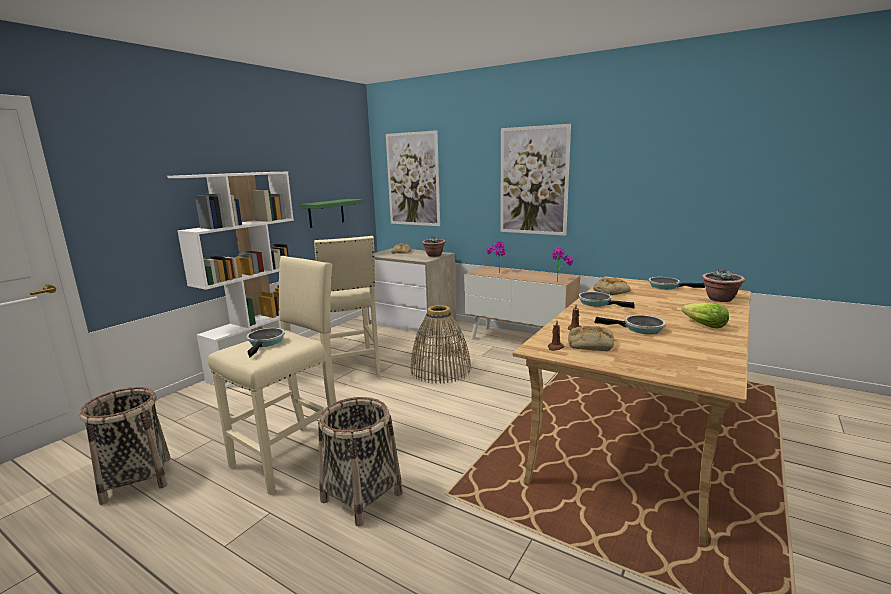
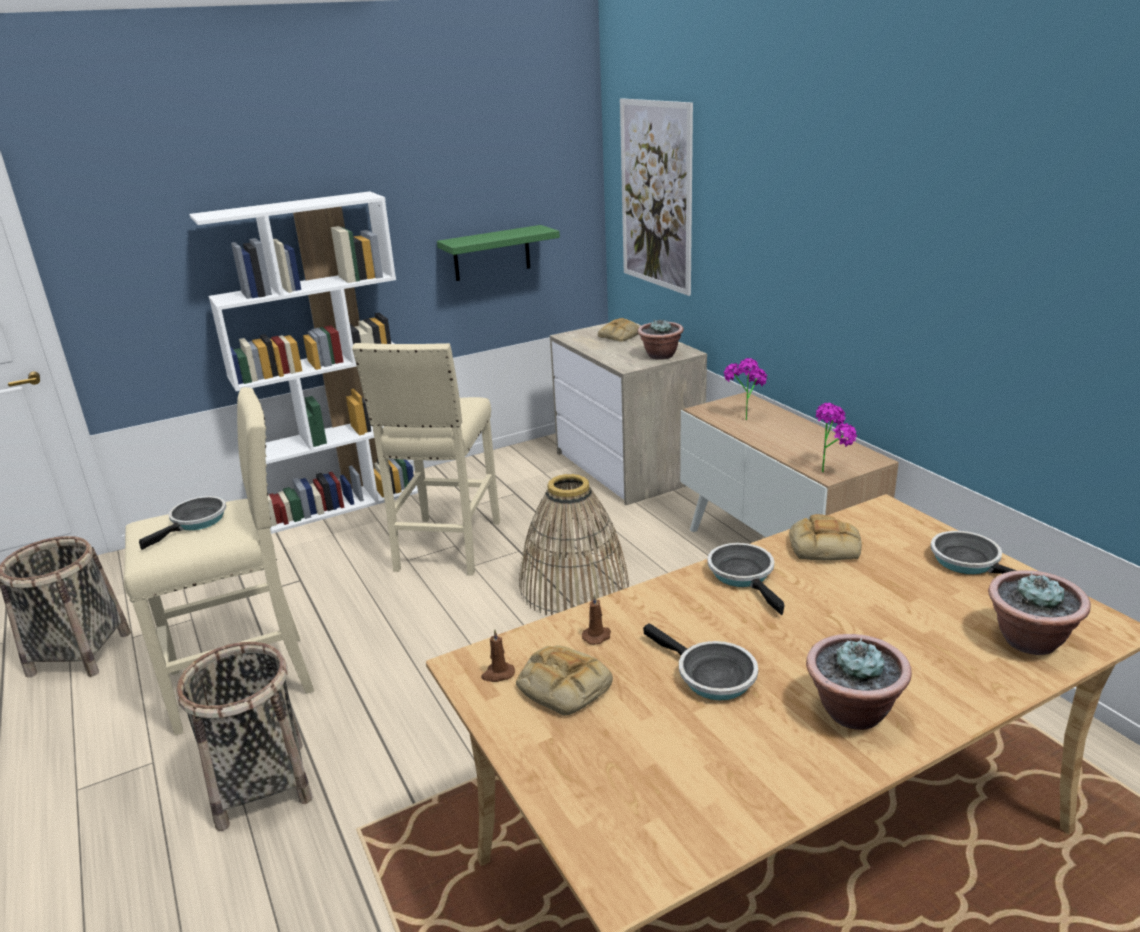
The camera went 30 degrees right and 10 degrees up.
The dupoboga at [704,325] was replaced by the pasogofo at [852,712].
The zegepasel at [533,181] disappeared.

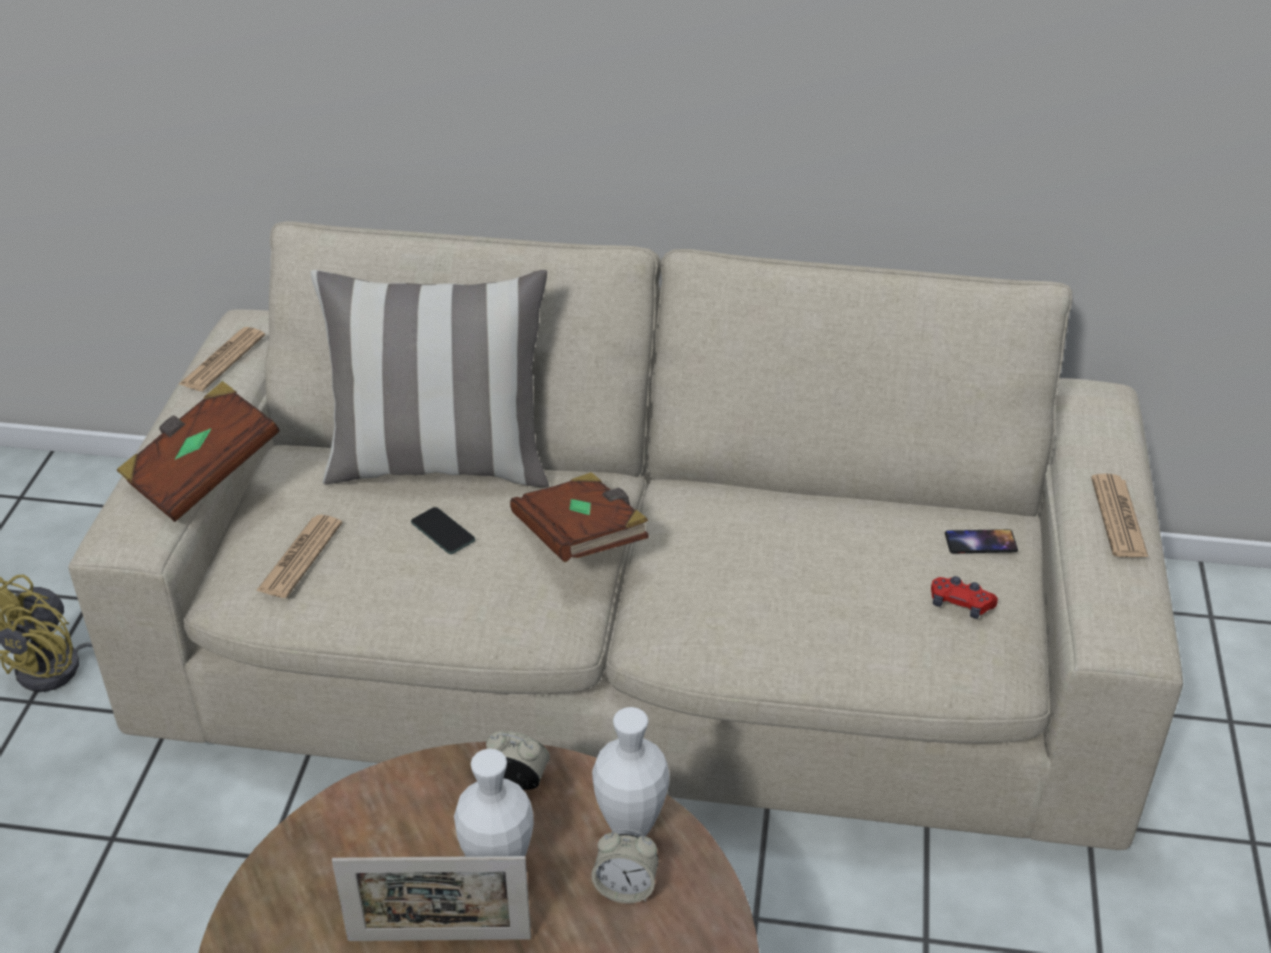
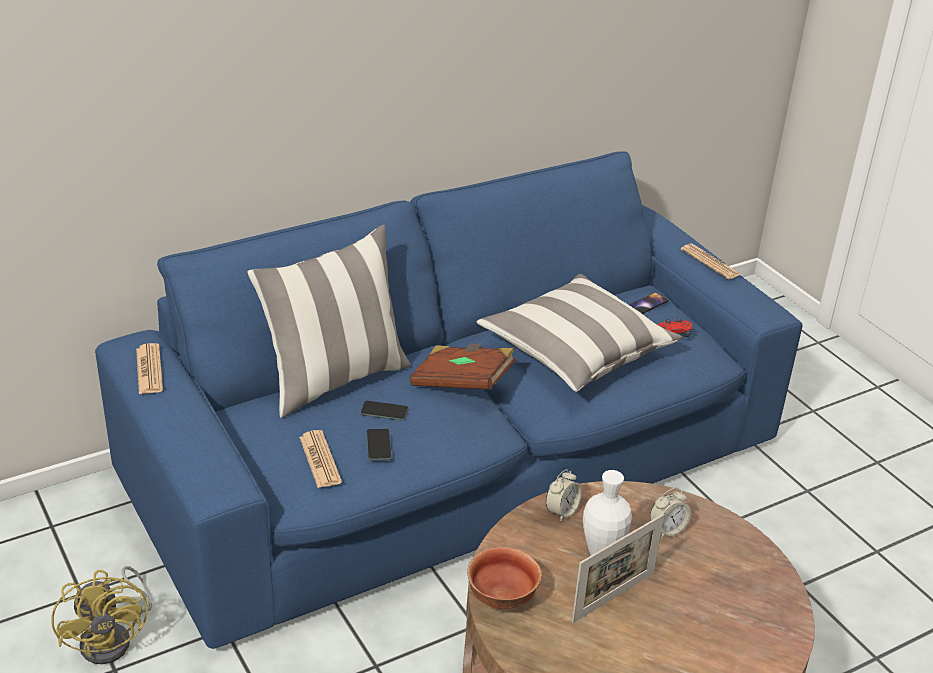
The camera went 40 degrees left and 5 degrees down.
The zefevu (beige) at [636,653] became the zefevu (blue) at [458,462].
The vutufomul at [378,445] appeared.
The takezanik at [501,596] appeared.
The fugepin at [576,352] appeared.
The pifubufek at [518,781] turned 150 degrees clockwise.
The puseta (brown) at [203,474] disappeared.
The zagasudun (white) at [630,827] disappeared.

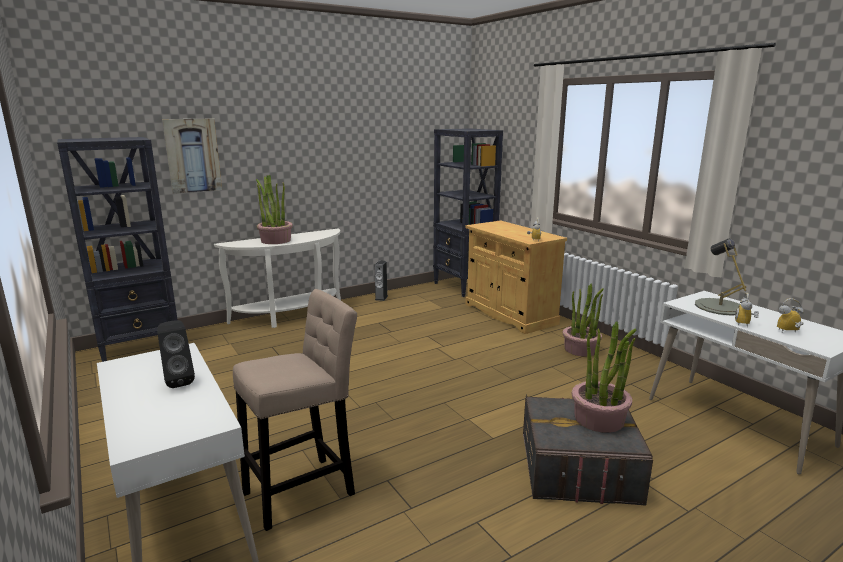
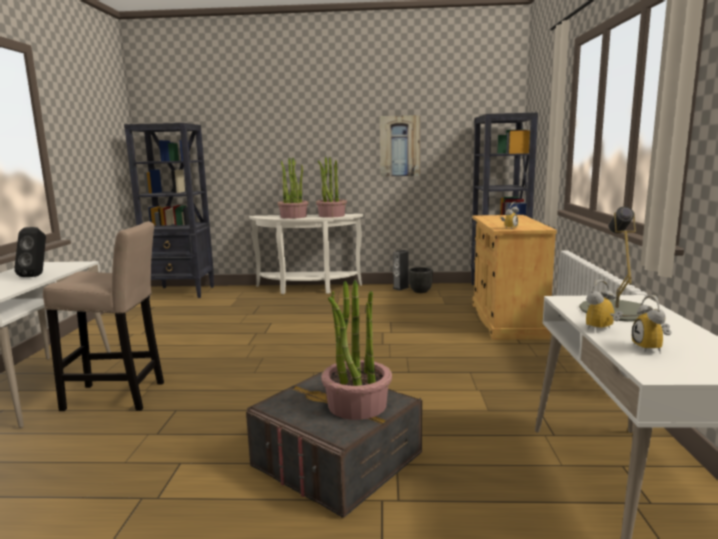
The camera went 35 degrees right and 5 degrees down.
The pasogofo moved from [580,349] to [331,215].
The zegepasel moved from [192,155] to [399,146].
The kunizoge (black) at [420,291] appeared.
The pifubufek at [788,332] turned 120 degrees counterclockwise.

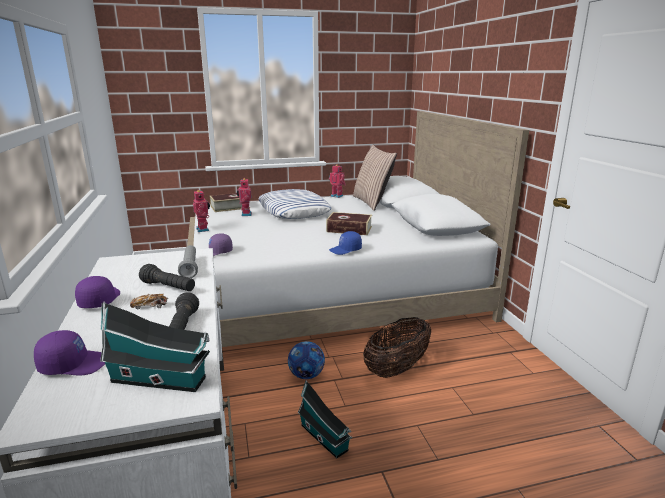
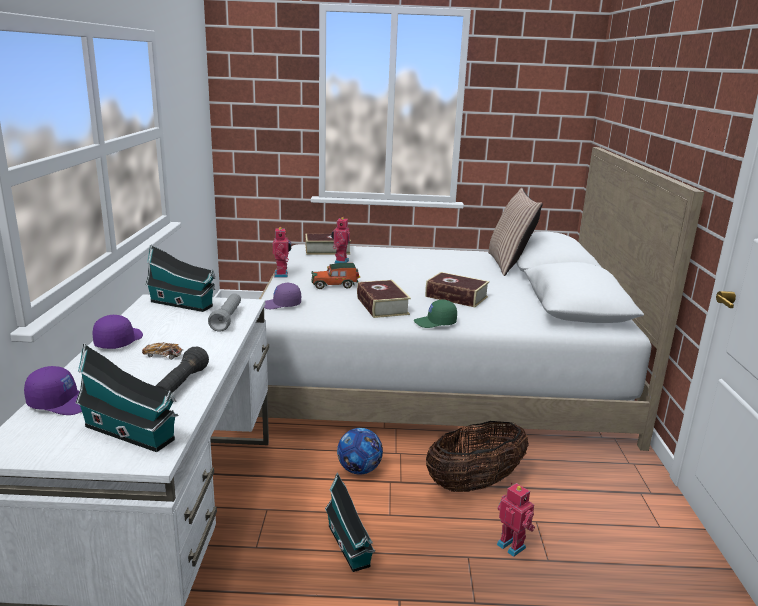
The camera went 15 degrees right and 0 degrees up.
The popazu at [183,304] appeared.
The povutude at [335,285] appeared.
The puseta at [382,306] appeared.
The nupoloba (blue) at [345,250] became the nupoloba (green) at [435,323].
The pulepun moved from [337,196] to [512,545].
The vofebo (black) at [169,287] disappeared.
The fugepin at [294,210] disappeared.

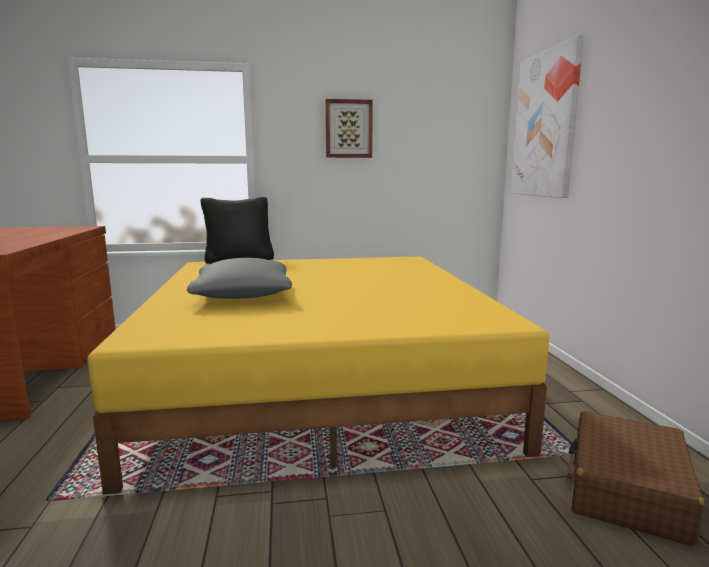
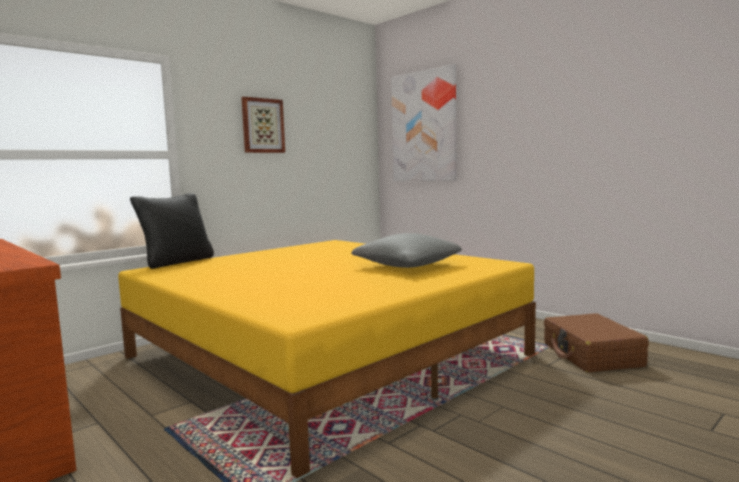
The camera went 35 degrees left and 5 degrees down.
The fugepin (grey) moved from [243,295] to [407,265].

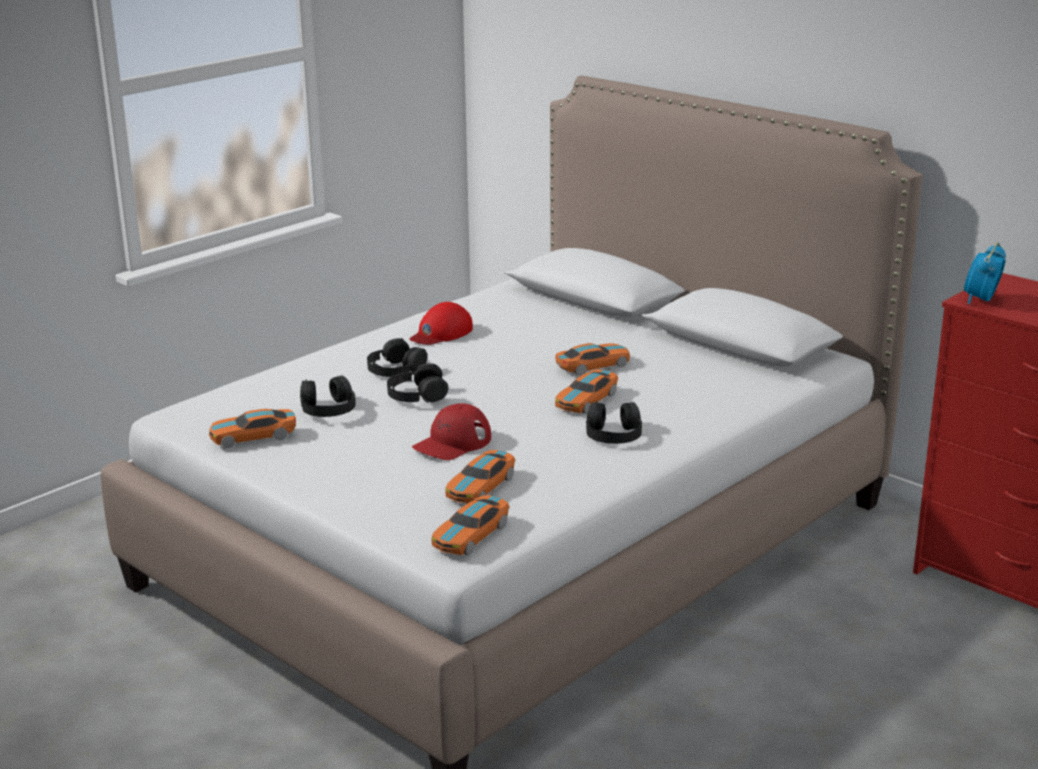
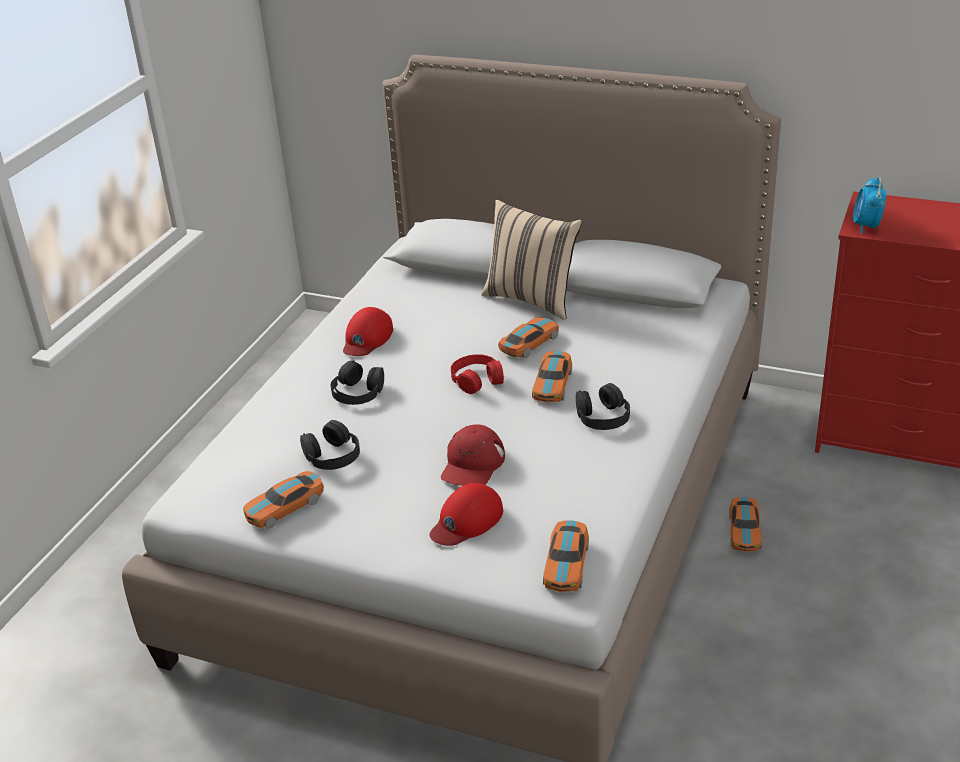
The camera went 20 degrees left and 10 degrees up.
The nupoloba (red) at [466,521] appeared.
The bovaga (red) at [477,380] appeared.
The fugepin (beige) at [532,299] appeared.
The povutude moved from [480,487] to [744,531].
The bovaga (black) at [416,394] disappeared.

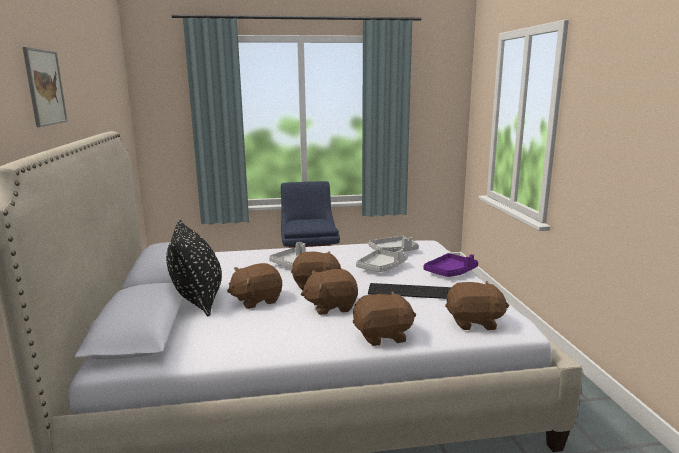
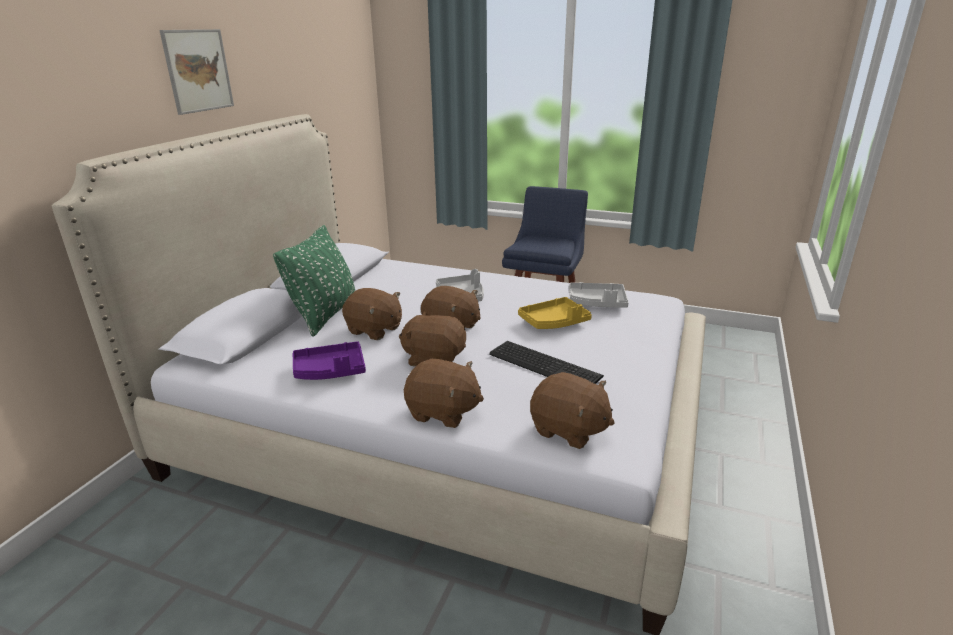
The camera went 30 degrees right and 10 degrees up.
The fugepin (black) at [198,300] became the fugepin (green) at [325,316].
The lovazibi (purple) moved from [450,272] to [330,371].
The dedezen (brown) at [256,300] turned 150 degrees counterclockwise.
The lovazibi (grey) at [381,267] became the lovazibi (yellow) at [554,322].

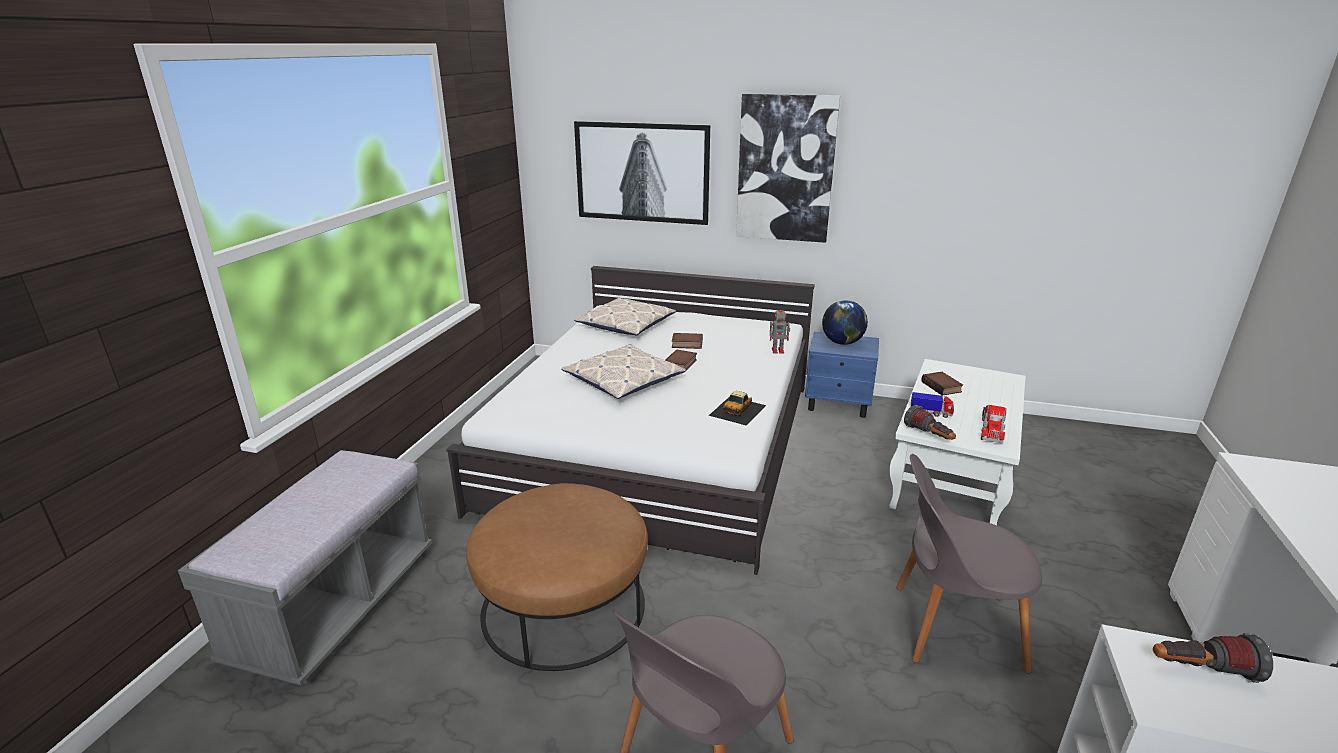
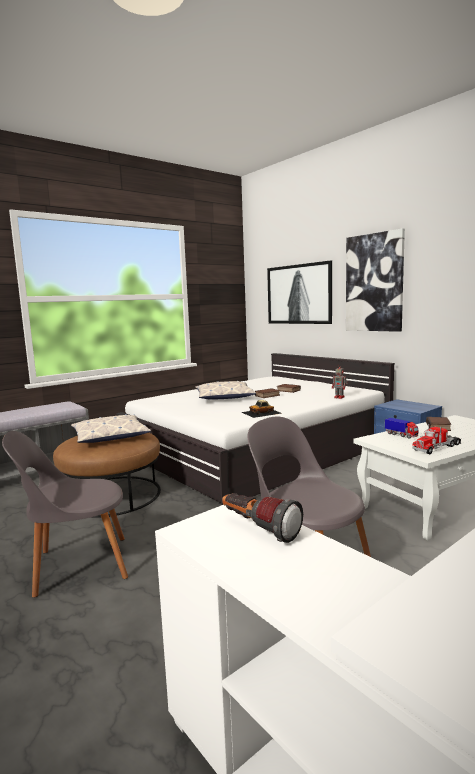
The camera went 35 degrees right and 15 degrees down.
The fugepin moved from [626,325] to [110,436].
The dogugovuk at [842,343] disappeared.
The vofebo at [929,436] disappeared.

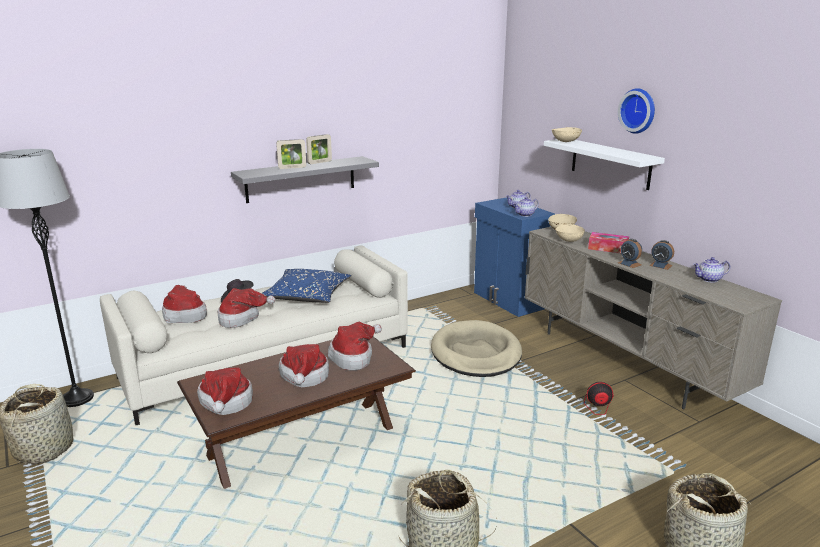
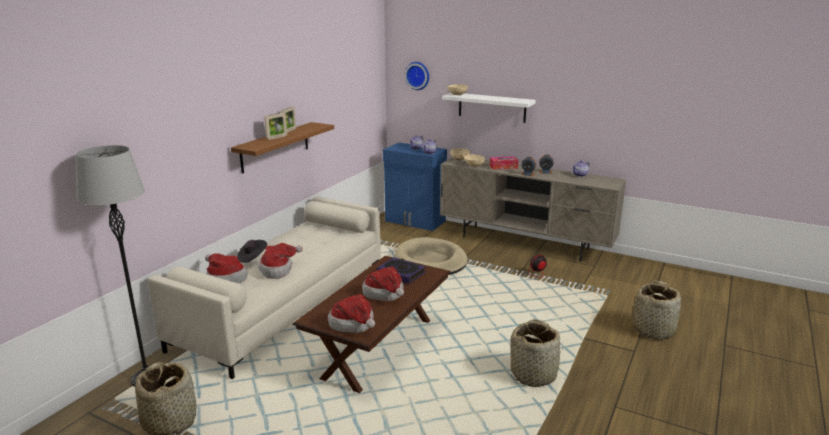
The camera went 30 degrees left and 0 degrees up.
The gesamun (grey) at [301,179] became the gesamun (brown) at [275,147].
The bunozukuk at [354,357] was replaced by the puseta at [401,273].
The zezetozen moved from [639,110] to [418,75].
The fugepin (blue) at [307,296] disappeared.

